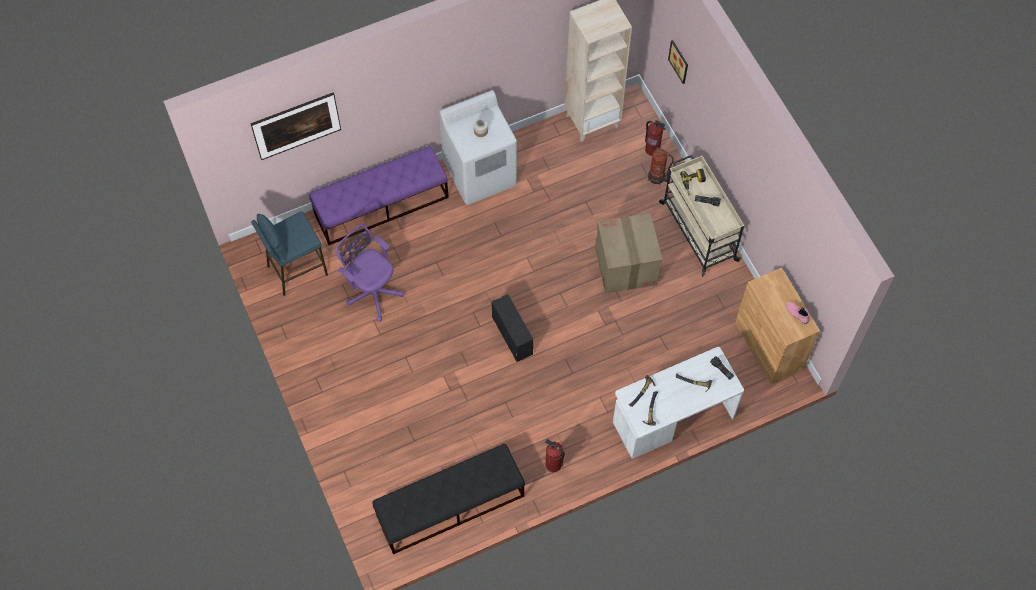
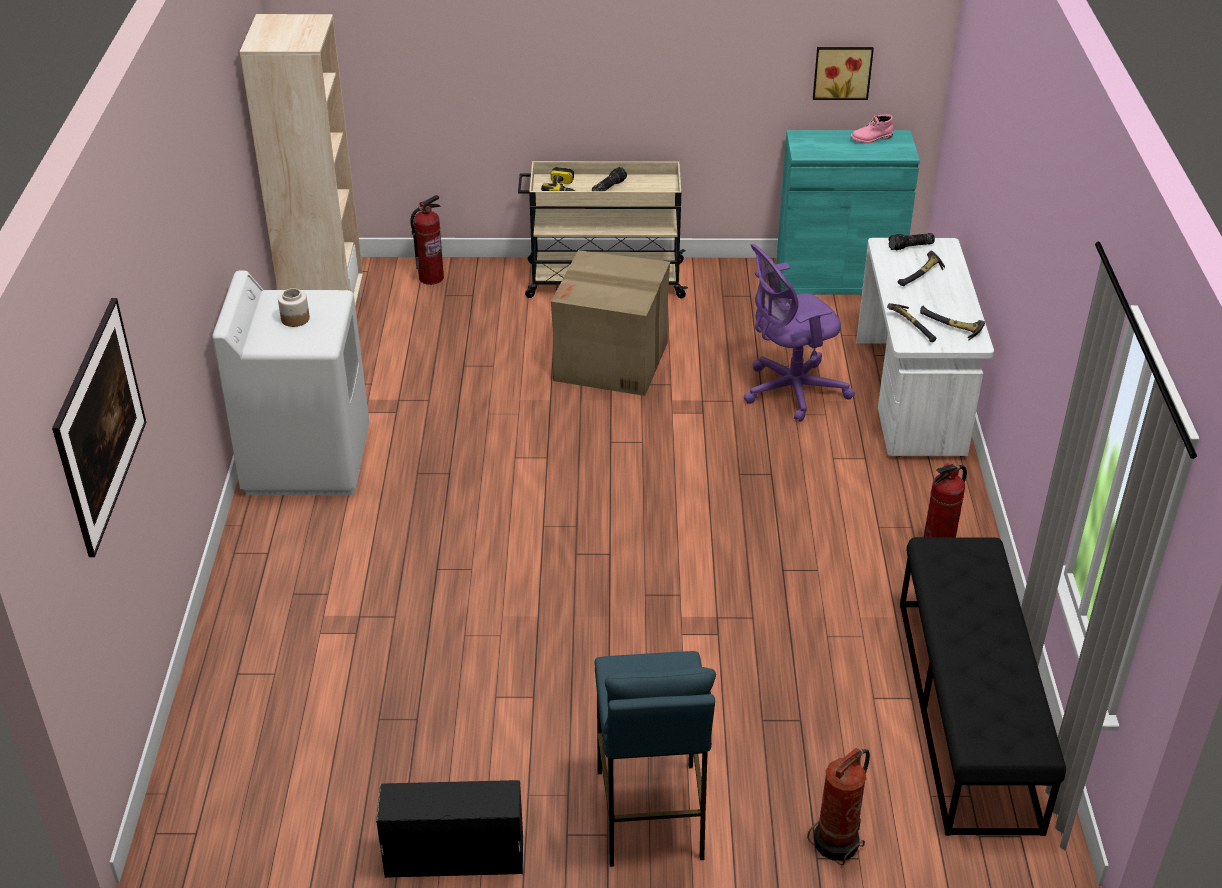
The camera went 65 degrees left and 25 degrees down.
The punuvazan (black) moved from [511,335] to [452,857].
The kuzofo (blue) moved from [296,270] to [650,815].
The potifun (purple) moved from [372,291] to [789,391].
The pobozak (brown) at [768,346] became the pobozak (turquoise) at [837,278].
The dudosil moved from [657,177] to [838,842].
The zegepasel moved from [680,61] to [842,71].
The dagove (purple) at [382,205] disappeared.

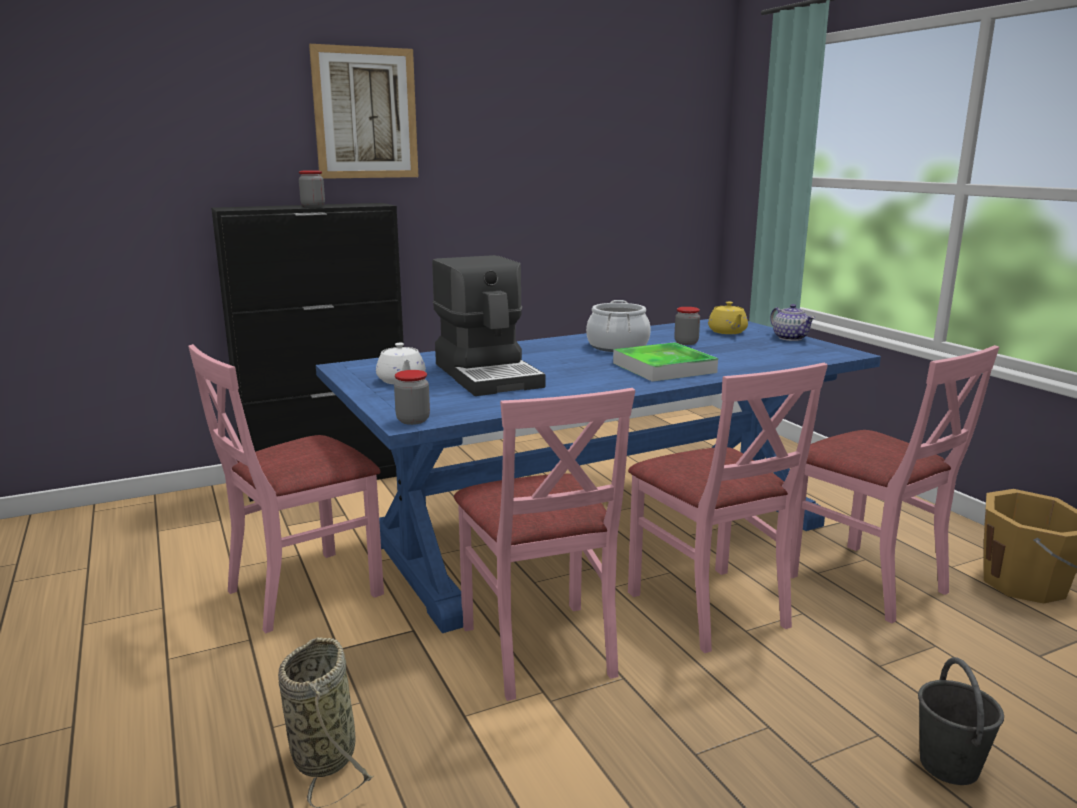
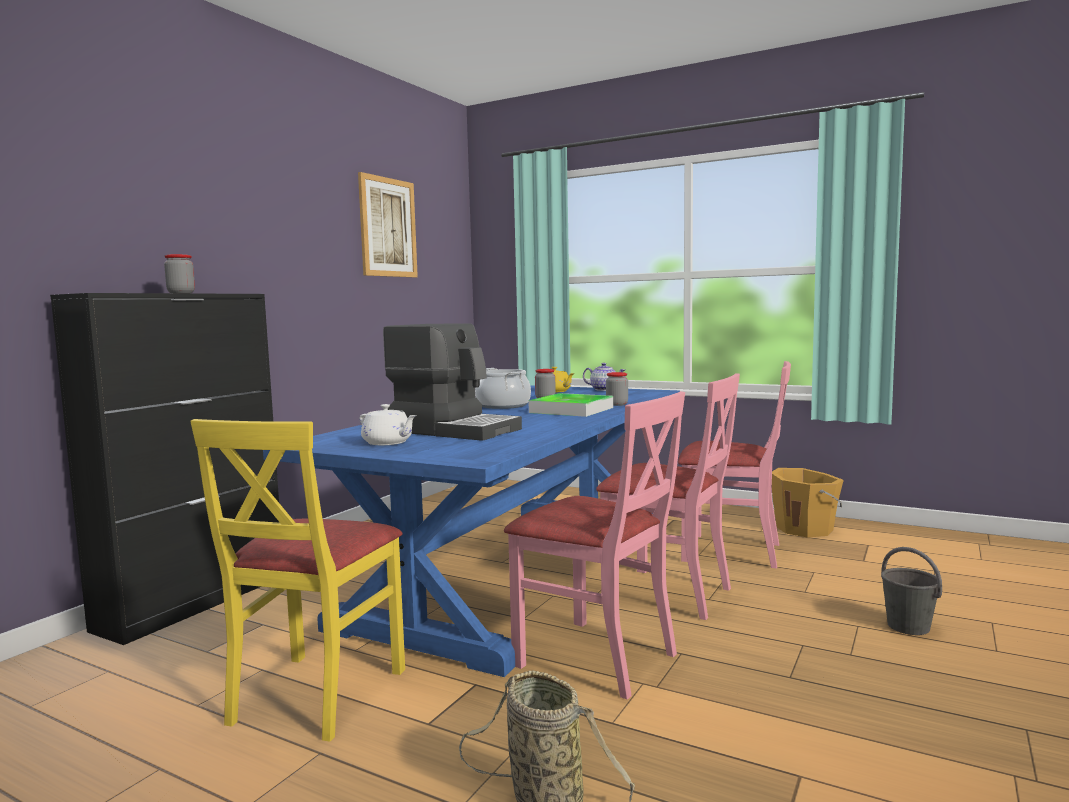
The camera went 35 degrees left and 10 degrees down.
The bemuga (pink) at [304,590] became the bemuga (yellow) at [316,694].
The zegepasel moved from [365,113] to [388,227].
The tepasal moved from [413,420] to [617,404].

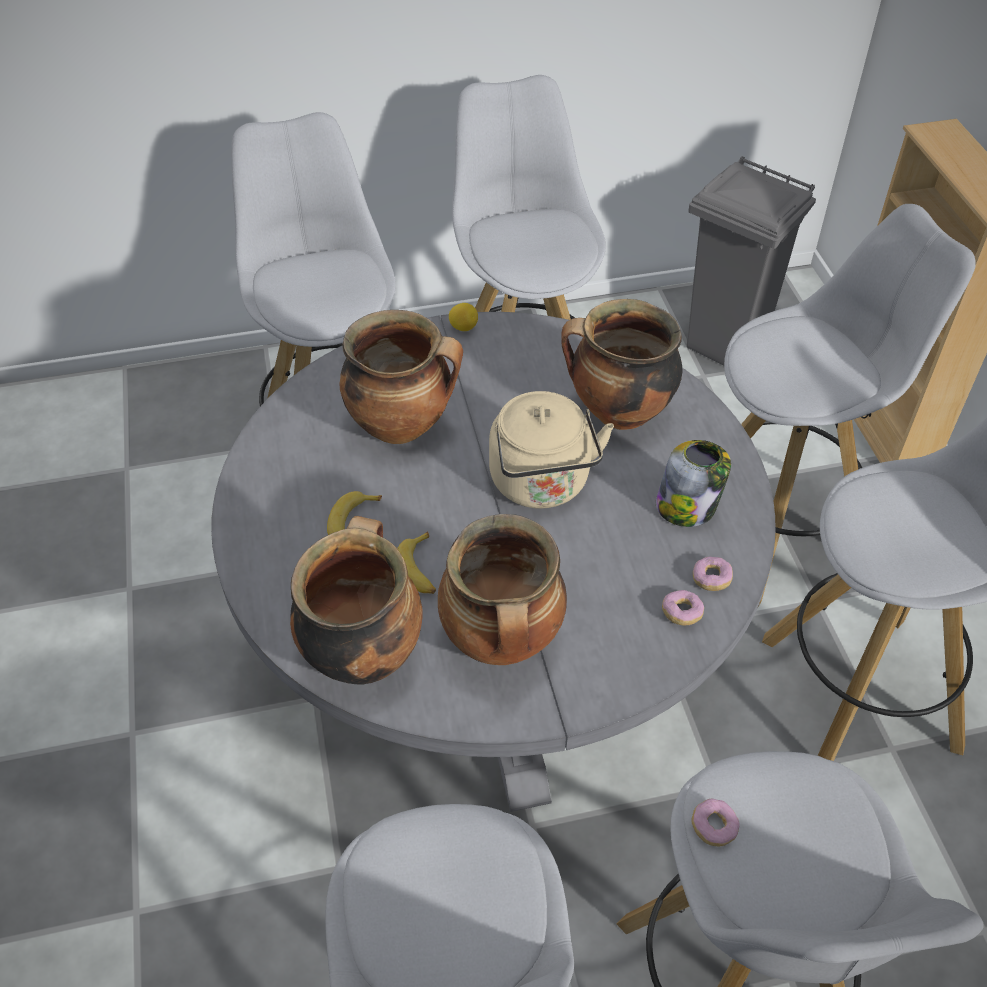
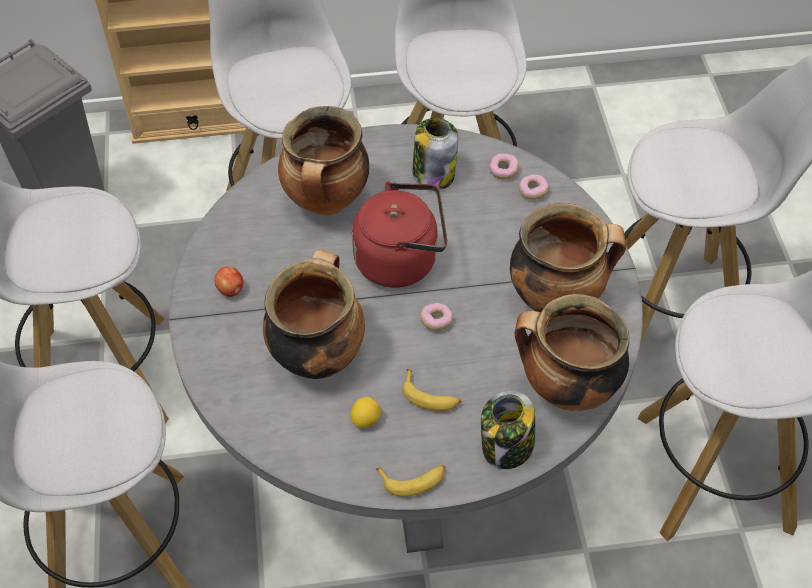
The camera went 85 degrees left and 5 degrees up.
The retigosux at [231,290] appeared.
The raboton moved from [463,327] to [365,419].
The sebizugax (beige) at [542,485] became the sebizugax (red) at [401,259].
The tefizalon moved from [420,570] to [413,479].
The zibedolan moved from [713,827] to [436,321].
The tepasal at [506,447] appeared.

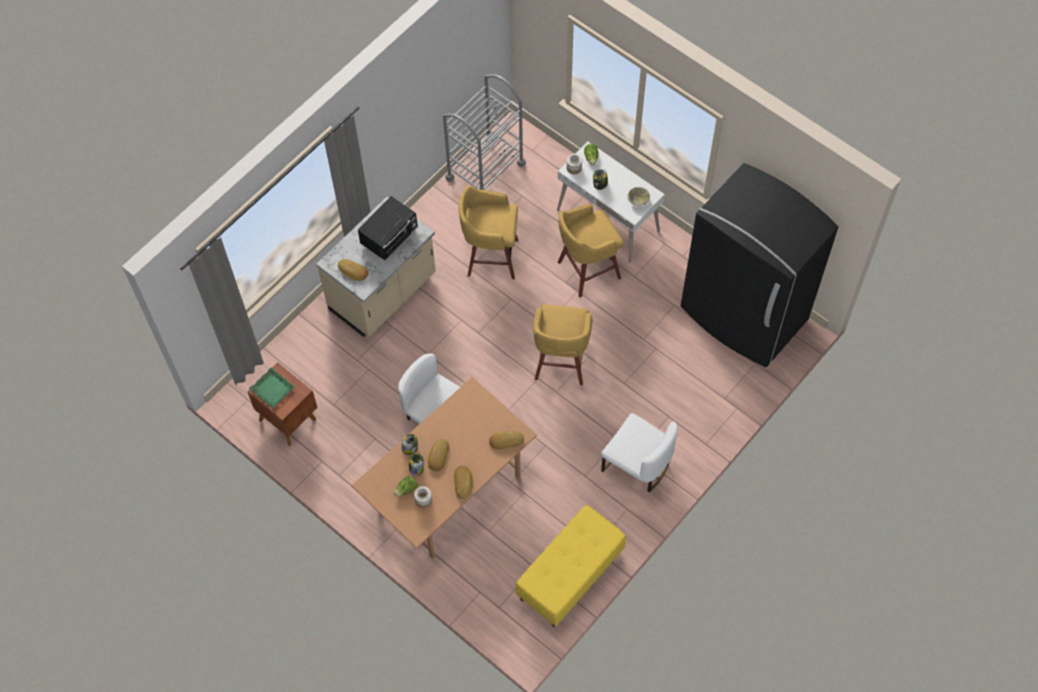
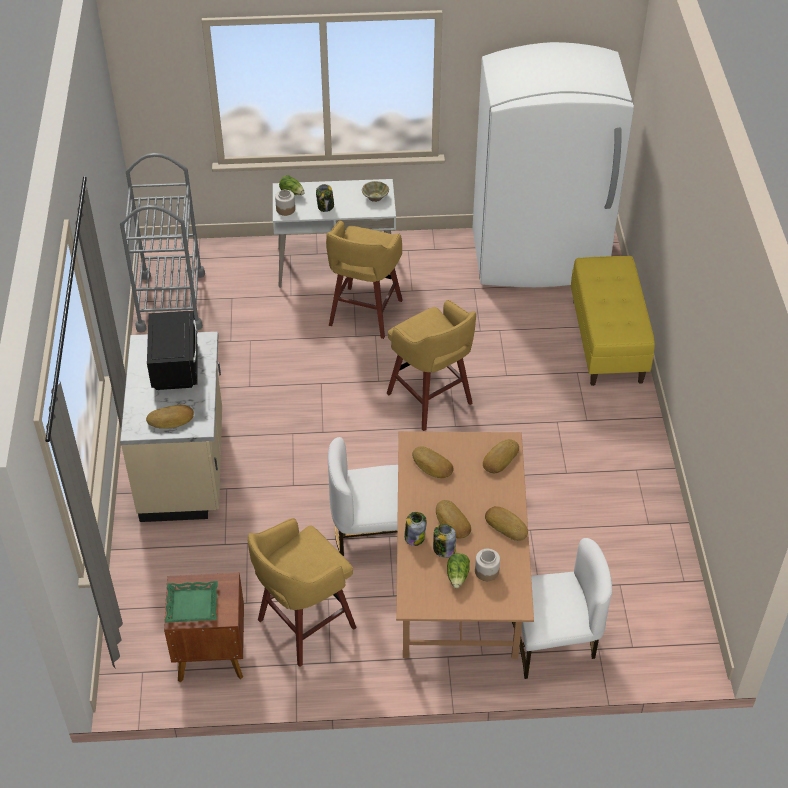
The camera went 45 degrees left and 15 degrees down.
The kuzofo (yellow) moved from [490,257] to [303,625].
The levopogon at [432,465] appeared.
The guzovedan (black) at [743,315] became the guzovedan (white) at [539,256].
The bemuga (white) moved from [637,465] to [553,642].
The dagove (yellow) moved from [570,576] to [608,341].

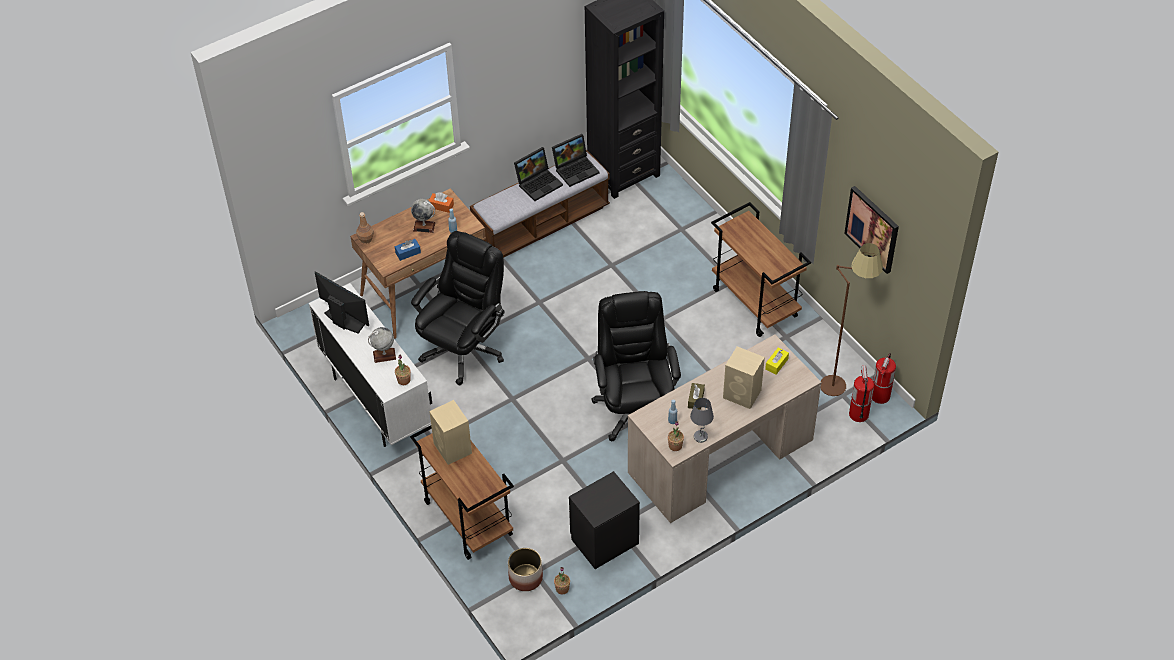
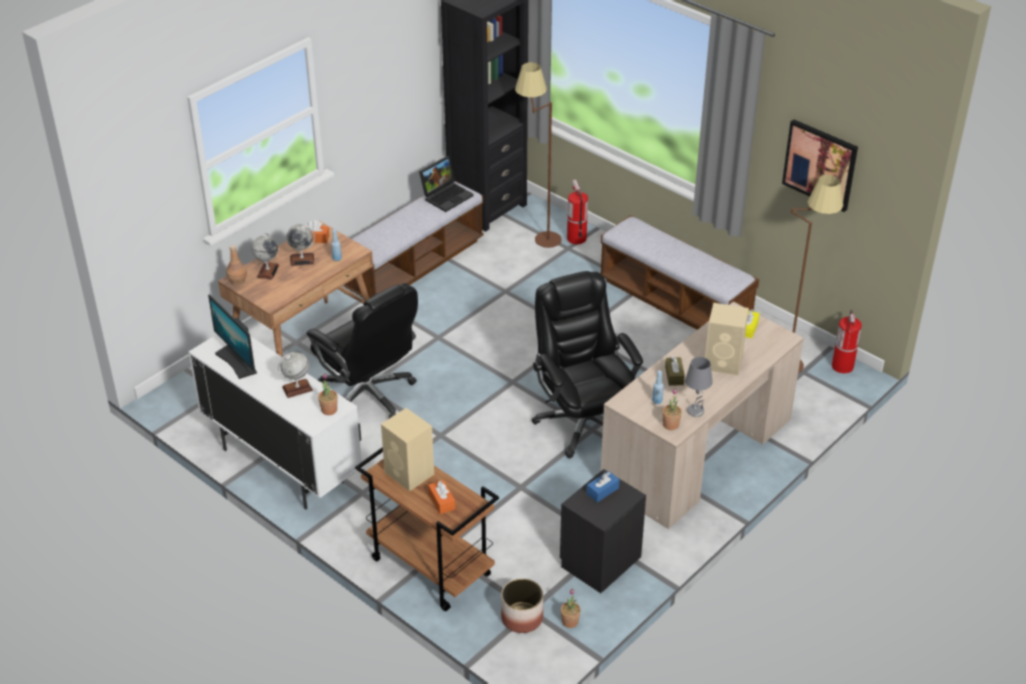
The camera went 15 degrees left and 10 degrees down.
The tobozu at [344,320] turned 150 degrees counterclockwise.
The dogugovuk at [267,271] appeared.
The potifun (black) at [464,349] turned 120 degrees clockwise.
The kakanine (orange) at [441,501] appeared.
The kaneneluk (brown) at [537,235] appeared.
The dudosil moved from [858,414] to [576,238].
The kakanine (blue) moved from [408,253] to [602,491].
The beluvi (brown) at [756,303] was replaced by the dagove at [674,302].
The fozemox at [539,183] disappeared.

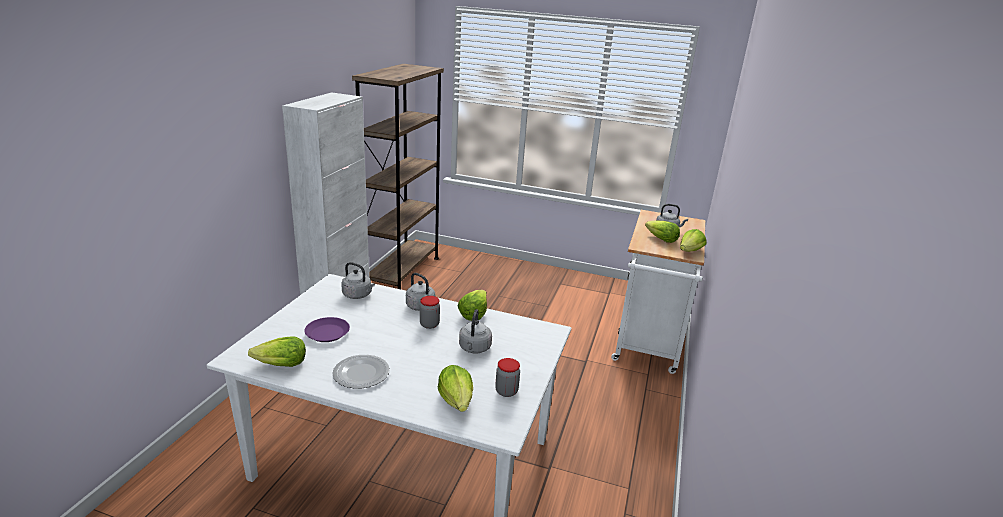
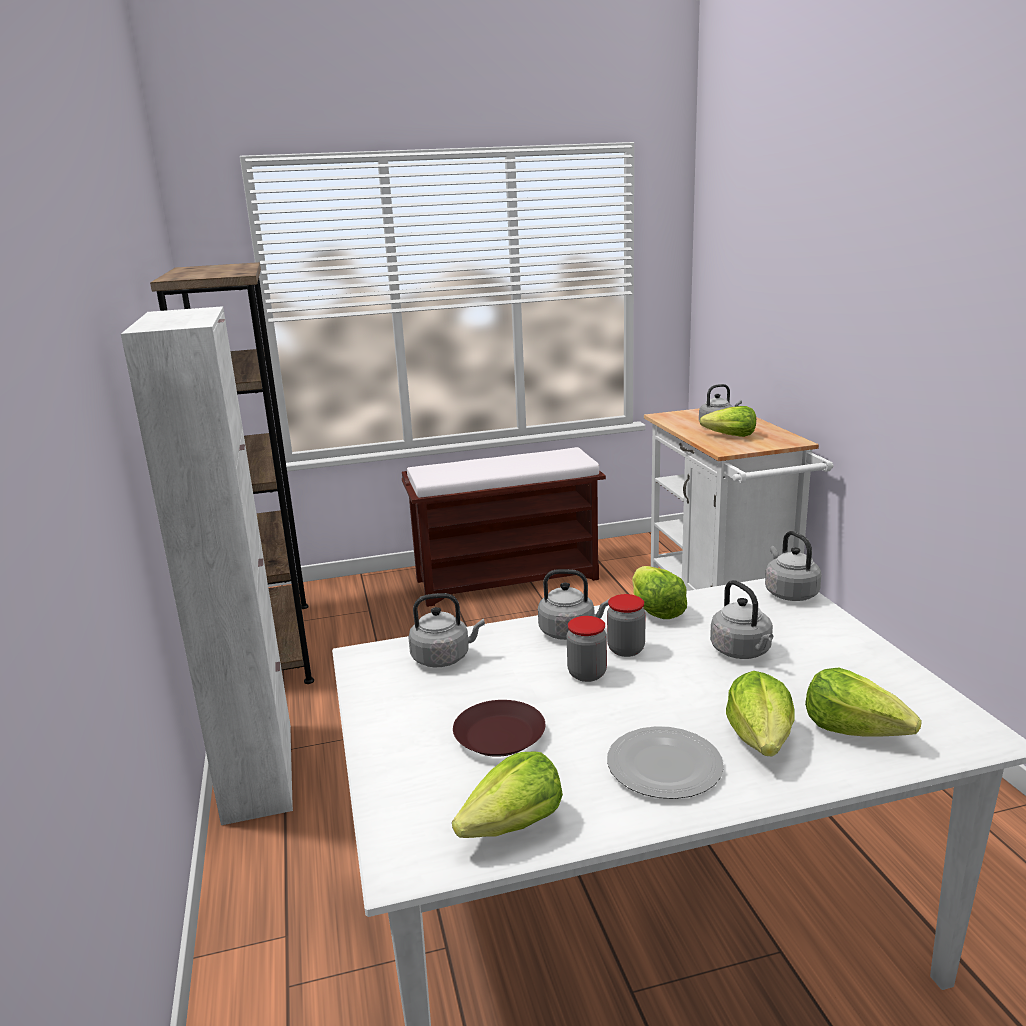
The camera went 30 degrees left and 5 degrees down.
The dagove (brown) at [508,579] appeared.
The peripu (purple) at [327,333] became the peripu (brown) at [498,736].
The tepasal moved from [506,391] to [587,674].
The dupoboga moved from [690,251] to [761,739].
The sebizugax (grey) at [789,593] appeared.

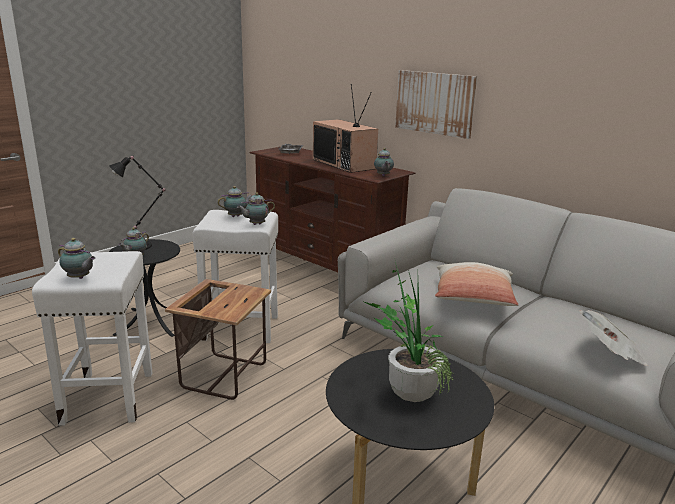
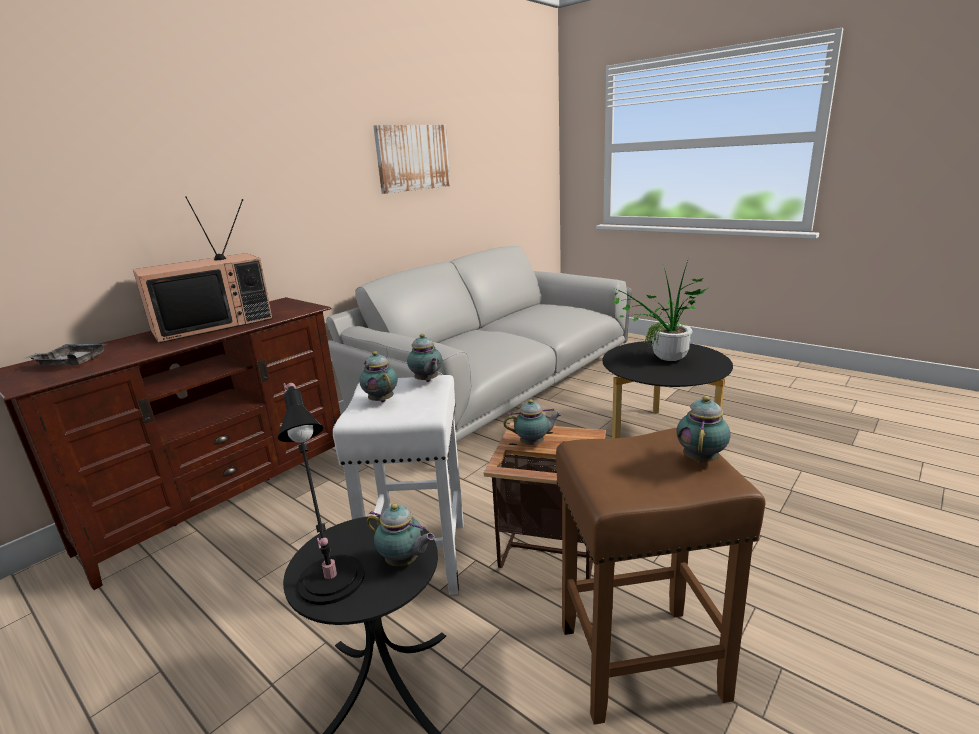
The camera went 90 degrees left and 0 degrees up.
The zegepasel moved from [435,103] to [413,158].
The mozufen moved from [383,176] to [533,444].
The kuzofo (white) at [109,396] became the kuzofo (brown) at [638,662].
The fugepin at [473,298] disappeared.
The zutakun at [610,353] disappeared.

